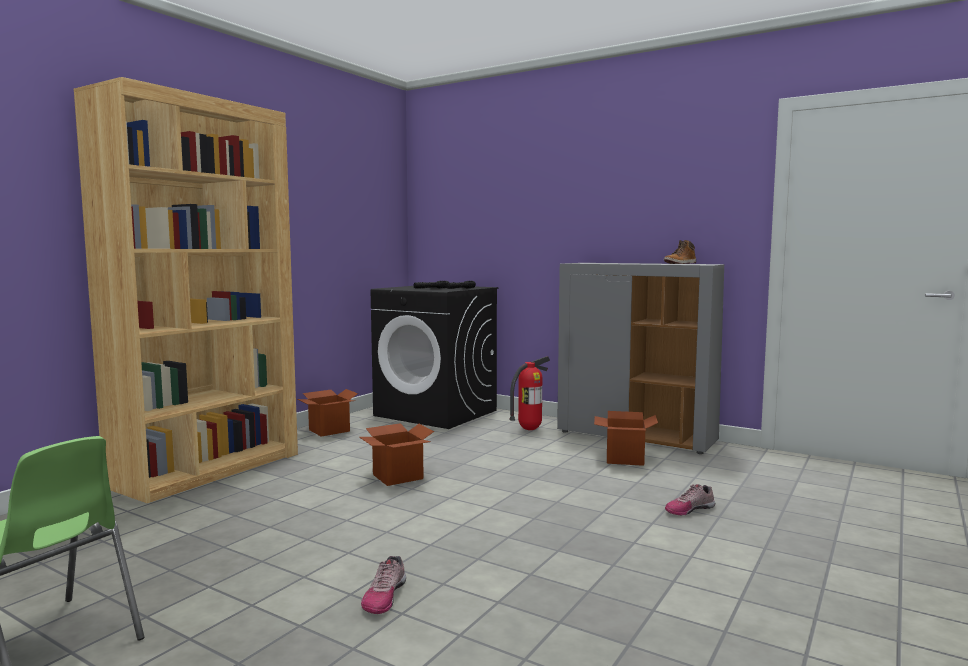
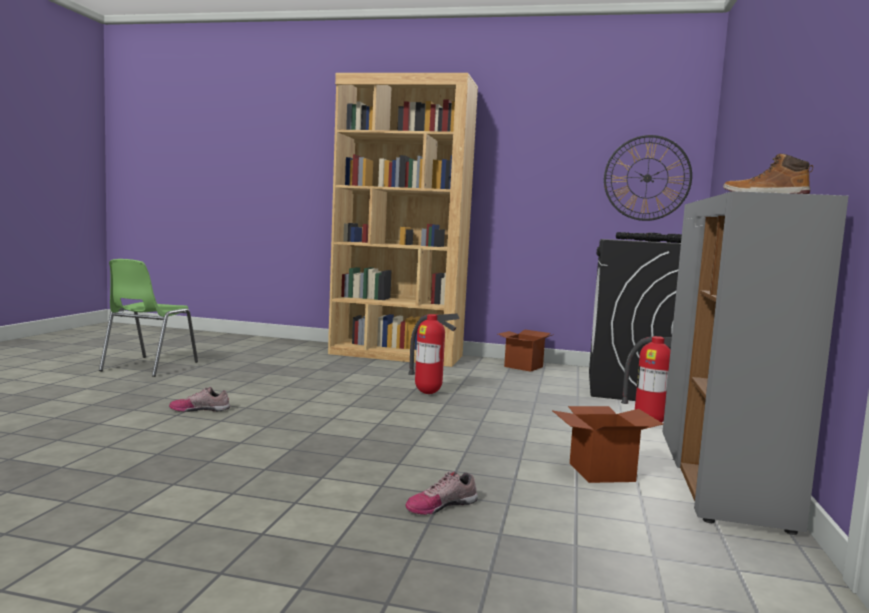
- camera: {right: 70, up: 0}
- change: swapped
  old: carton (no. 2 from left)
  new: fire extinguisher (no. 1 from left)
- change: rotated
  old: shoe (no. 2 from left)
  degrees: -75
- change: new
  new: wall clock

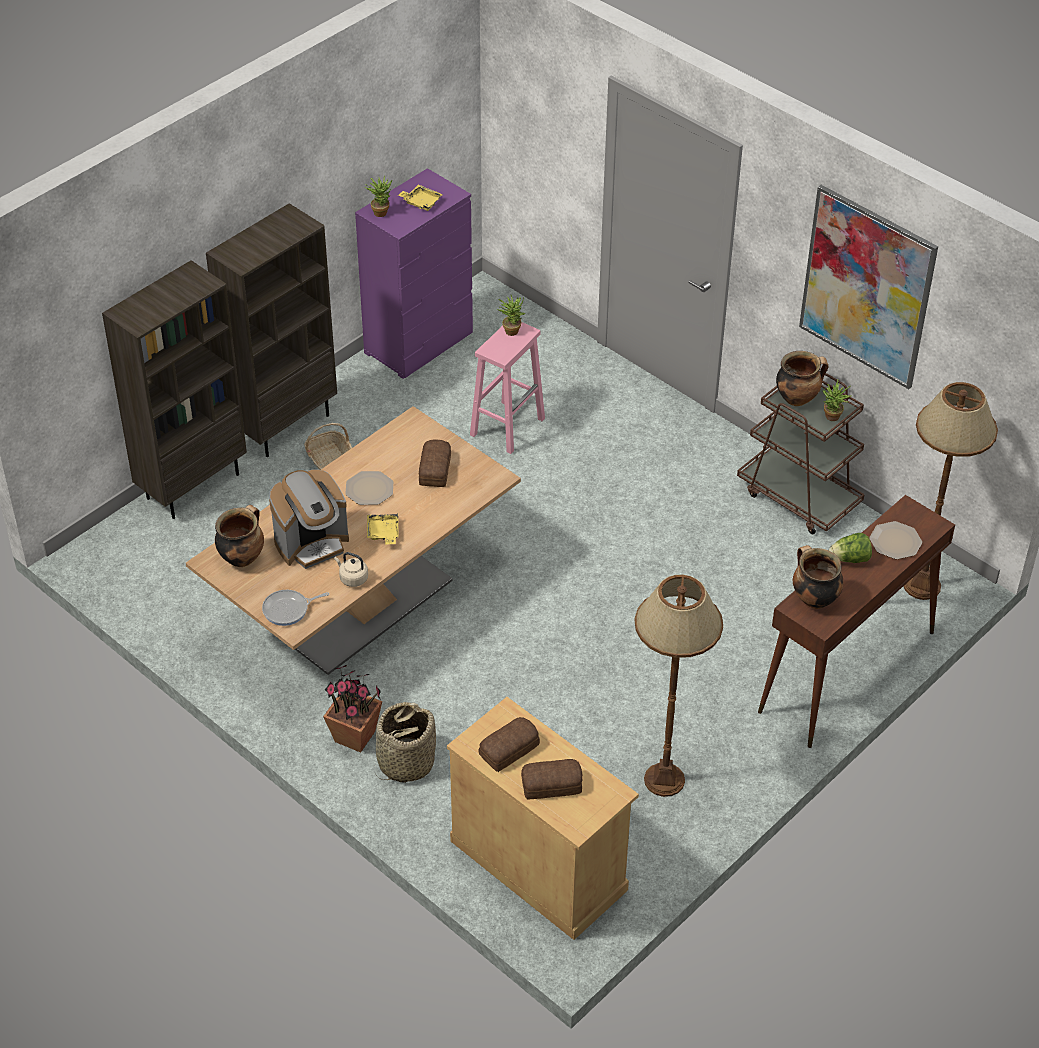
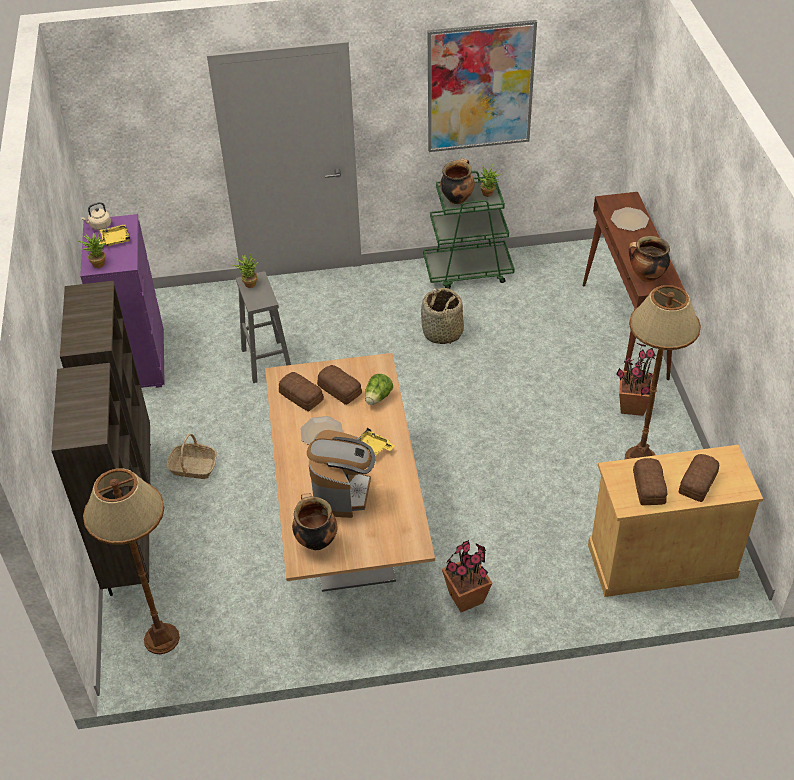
- camera: {right: -50, up: 0}
- change: gone
  old: skillet
- change: shifted
  old: water kettle in beige
- change: shifted
  old: storage basket (no. 2 from left)
- change: repainted
  old: stool seat in pinkish
  new: stool seat in grey
- change: repainted
  old: trolley in brown-coloured
  new: trolley in green
- change: shifted
  old: head of lettuce
- change: shifted
  old: standing lamp in brown-coloured (no. 2 from left in the first image)
  new: standing lamp in brown-coloured (no. 1 from left)
- change: new
  new: bread (no. 1 from left)
- change: new
  new: potted plant (no. 5 from left)

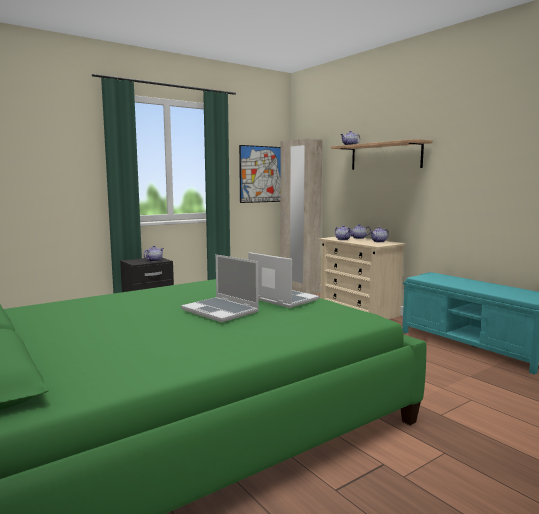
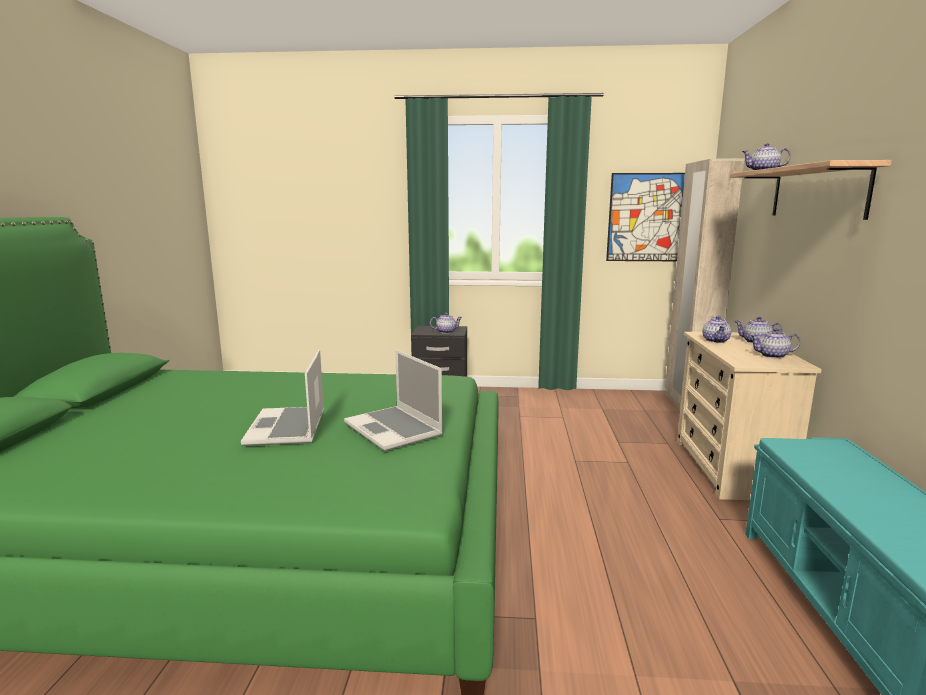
- camera: {right: 40, up: 5}
- change: rotated
  old: portable computer (no. 2 from left)
  degrees: 150

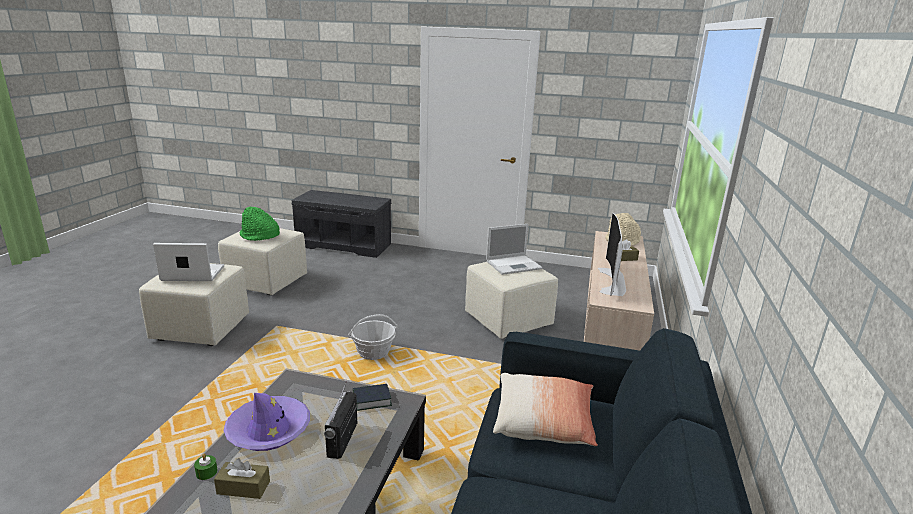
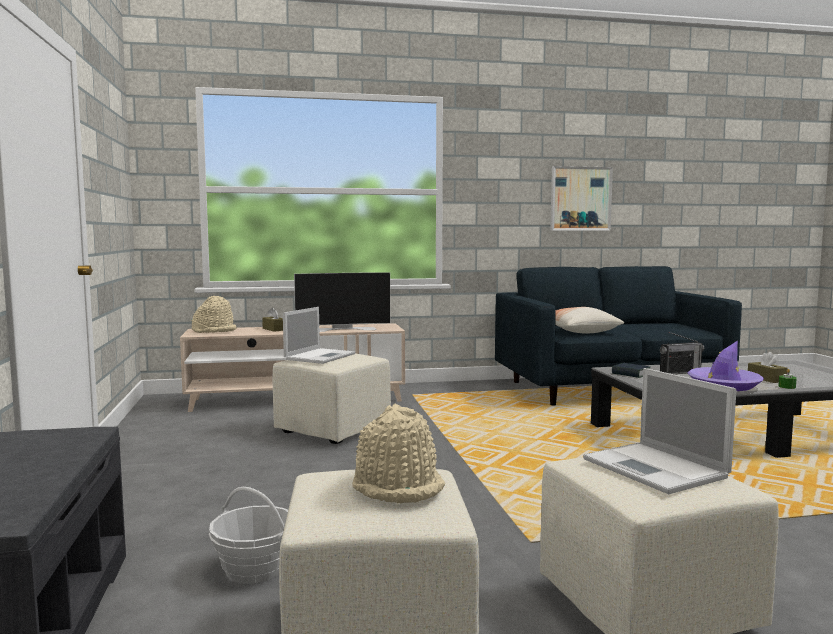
- camera: {right: -115, up: -15}
- change: repainted
  old: hat in green
  new: hat in beige (no. 2 from left)
- change: shifted
  old: storage basket
- change: rotated
  old: portable computer (no. 2 from left in the first image)
  degrees: 75
- change: new
  new: wall art

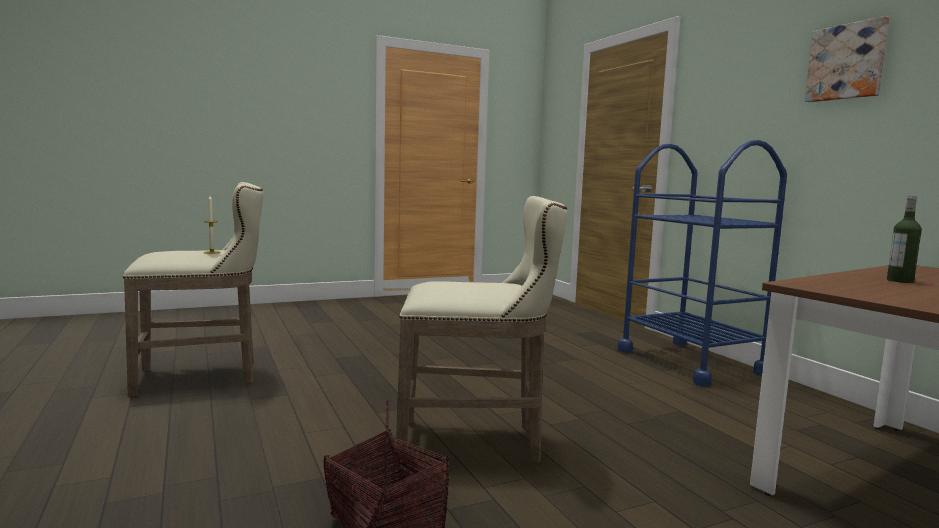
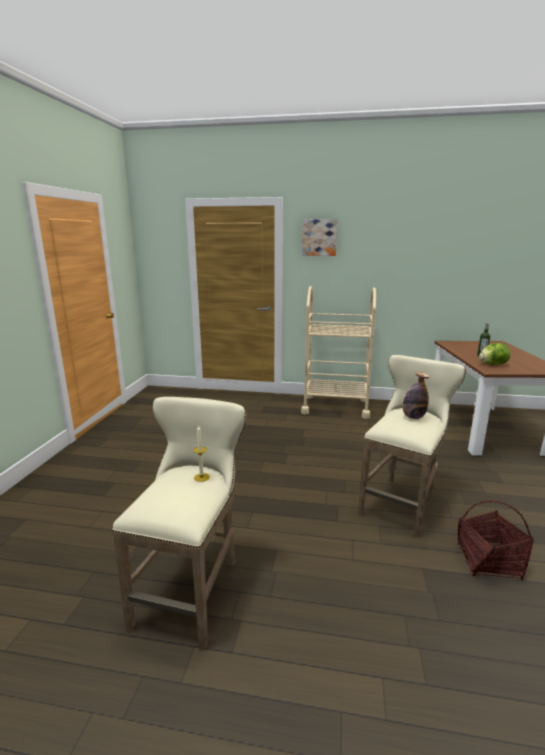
- camera: {right: -55, up: 10}
- change: repainted
  old: trolley in blue-coloured
  new: trolley in beige
- change: shifted
  old: wall art
- change: new
  new: drink bottle (no. 1 from left)
- change: new
  new: head of lettuce

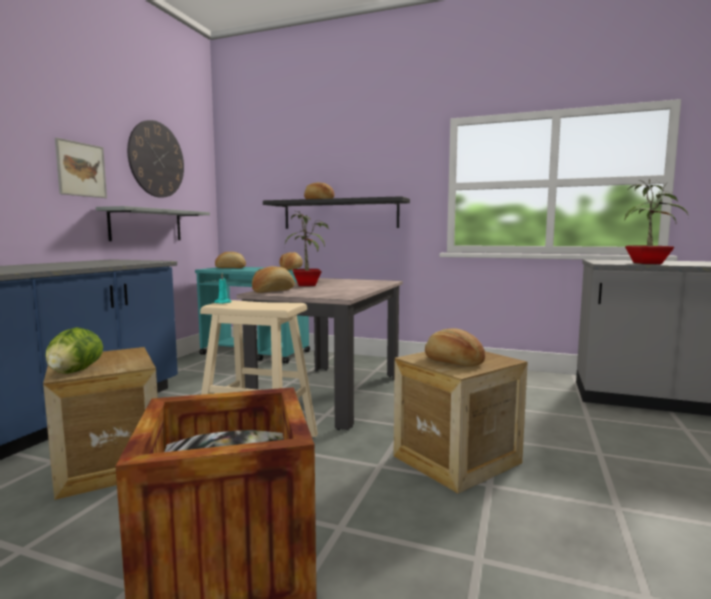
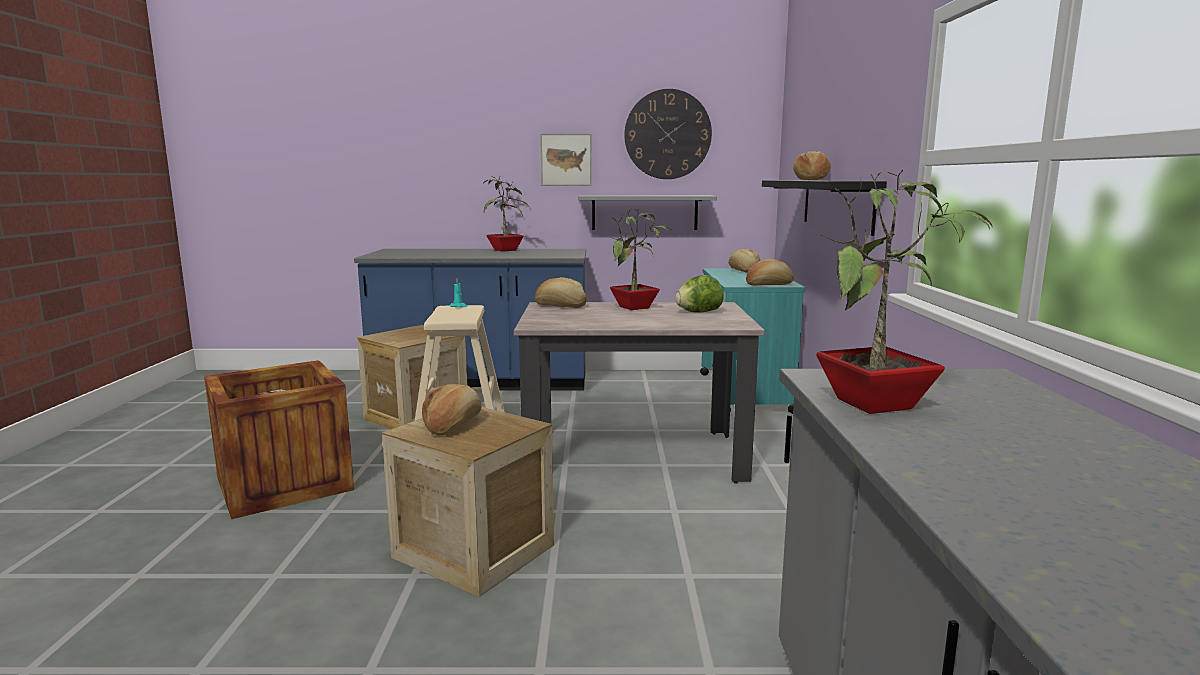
- camera: {right: 70, up: 5}
- change: shifted
  old: head of lettuce
- change: new
  new: potted plant (no. 1 from left)

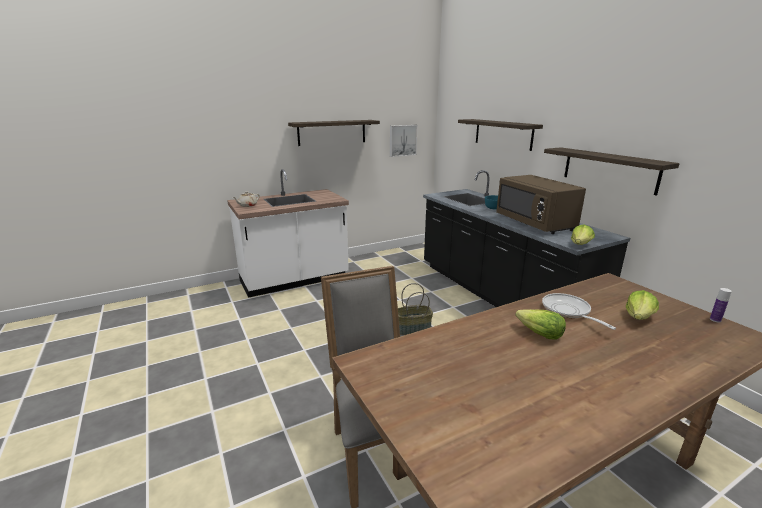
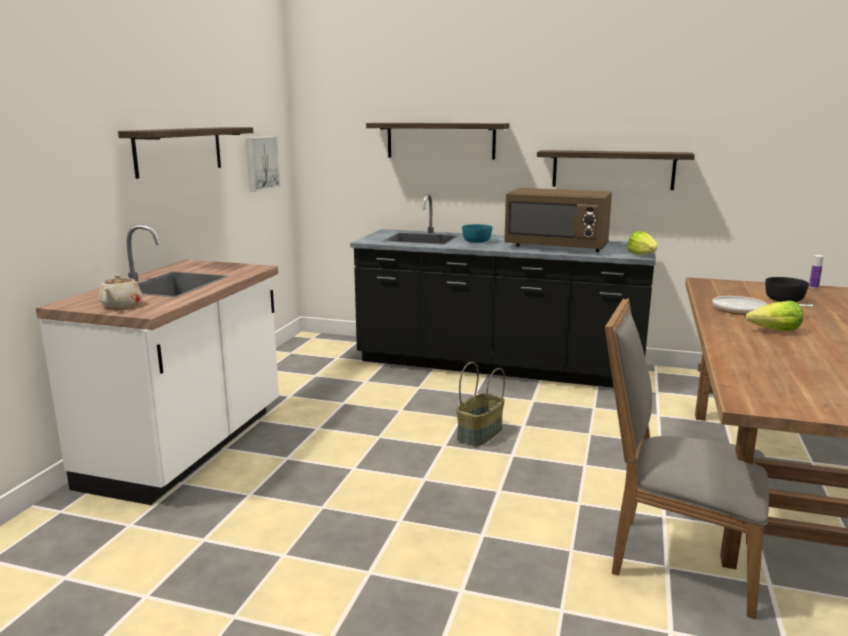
- camera: {right: -45, up: -5}
- change: swapped
  old: head of lettuce (no. 3 from left)
  new: serving bowl in black

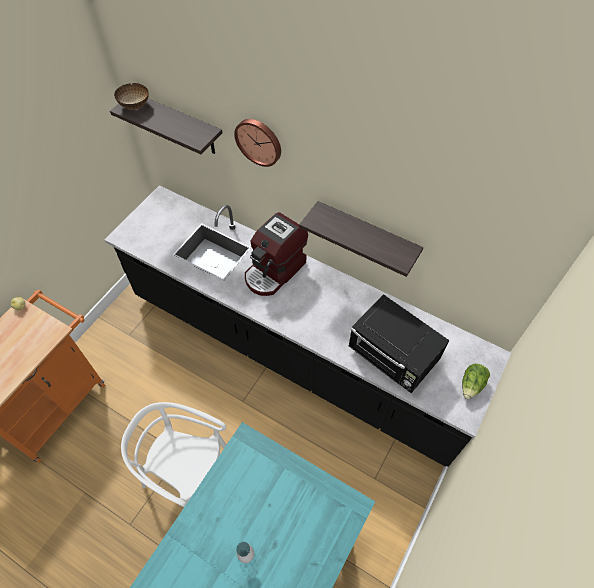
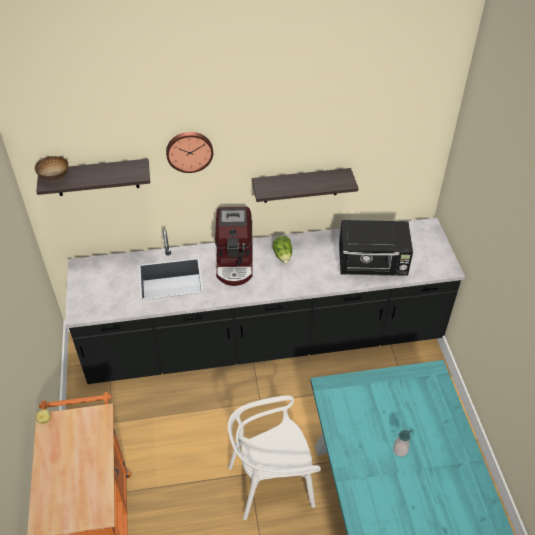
- camera: {right: -40, up: -10}
- change: shifted
  old: head of lettuce

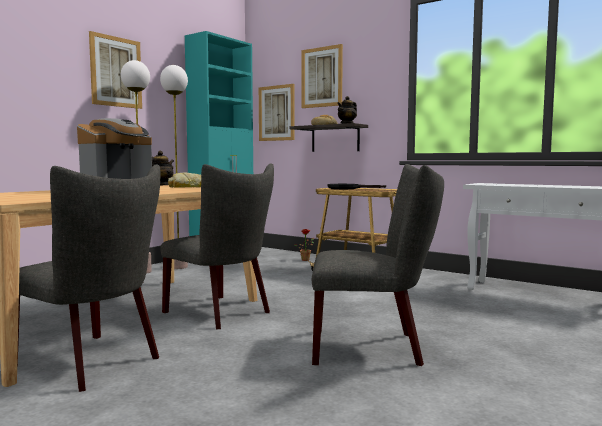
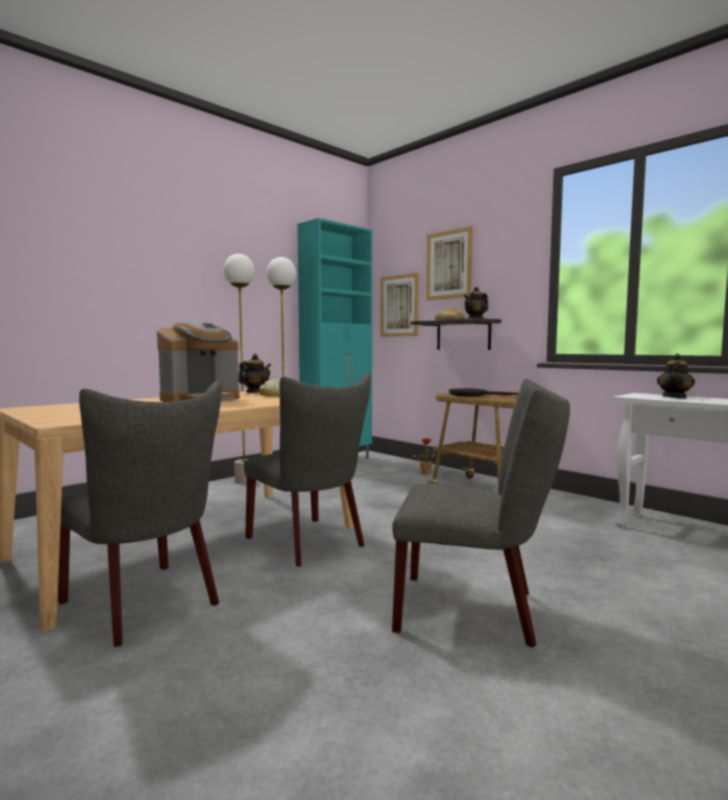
- camera: {right: 10, up: 0}
- change: gone
  old: wall art (no. 1 from left)
- change: new
  new: tea pot (no. 3 from left)

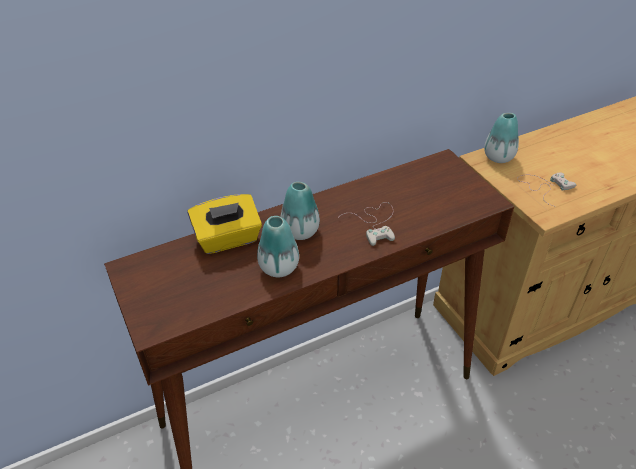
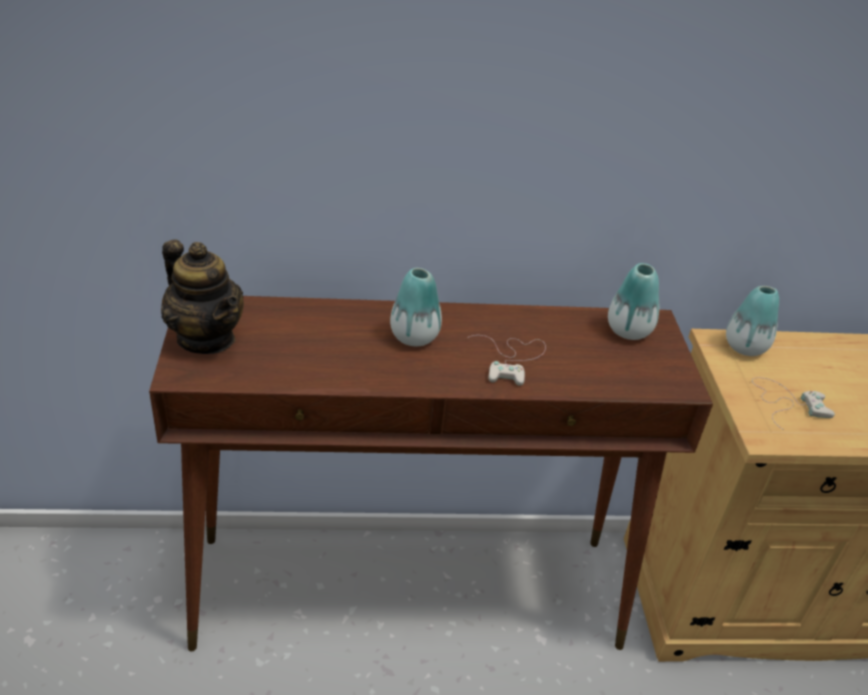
- camera: {right: 20, up: -5}
- change: gone
  old: tissue box in yellow
- change: shifted
  old: flower vase (no. 1 from left in the first image)
  new: flower vase (no. 2 from left)
- change: new
  new: tea pot

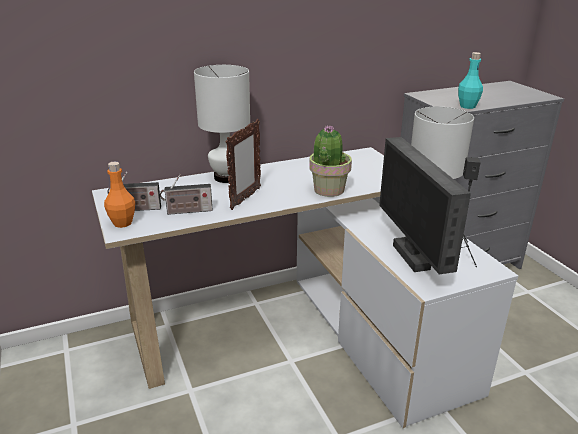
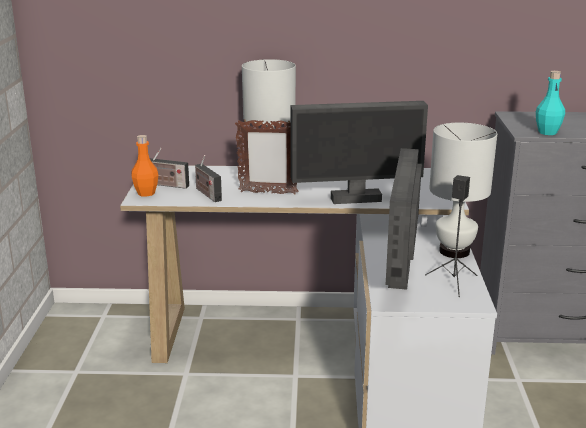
- camera: {right: 25, up: -5}
- change: rotated
  old: radio set (no. 2 from left)
  degrees: 45
- change: rotated
  old: standing frame
  degrees: 45
- change: swapped
  old: potted plant
  new: monitor (no. 1 from left)

